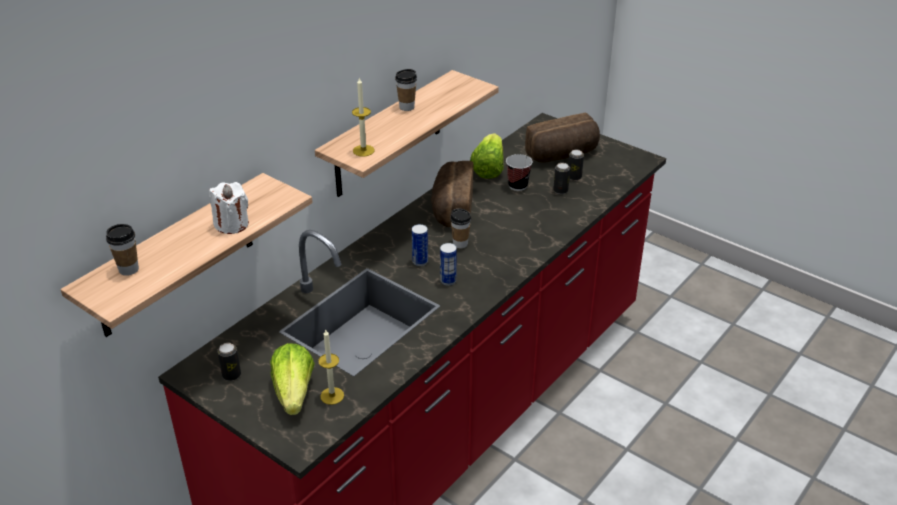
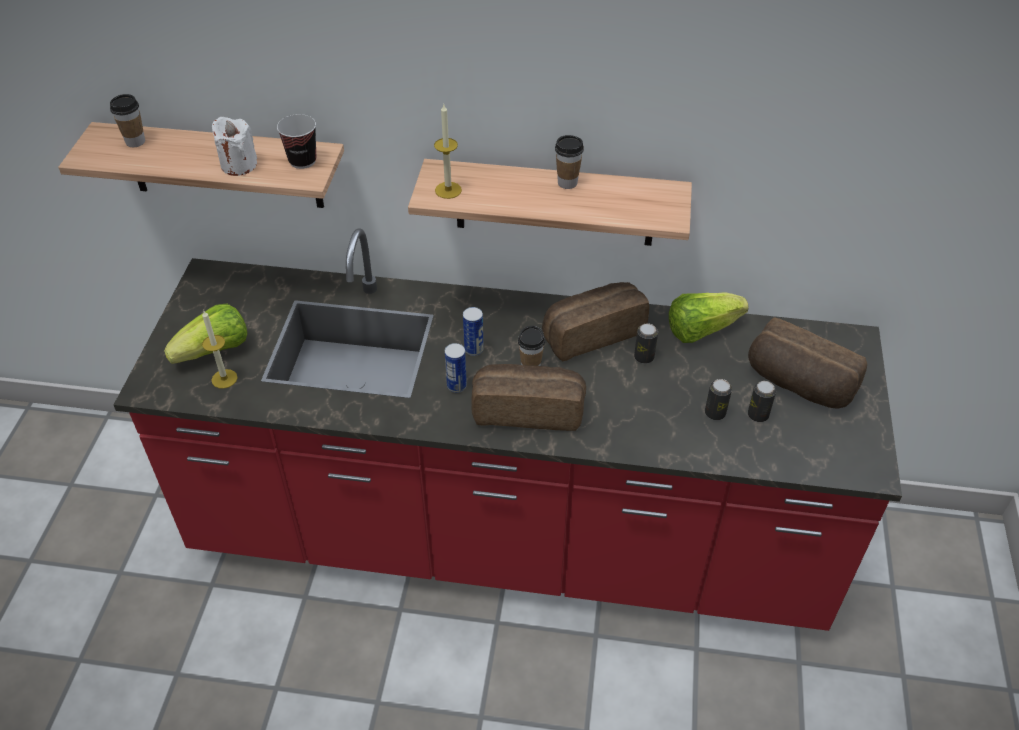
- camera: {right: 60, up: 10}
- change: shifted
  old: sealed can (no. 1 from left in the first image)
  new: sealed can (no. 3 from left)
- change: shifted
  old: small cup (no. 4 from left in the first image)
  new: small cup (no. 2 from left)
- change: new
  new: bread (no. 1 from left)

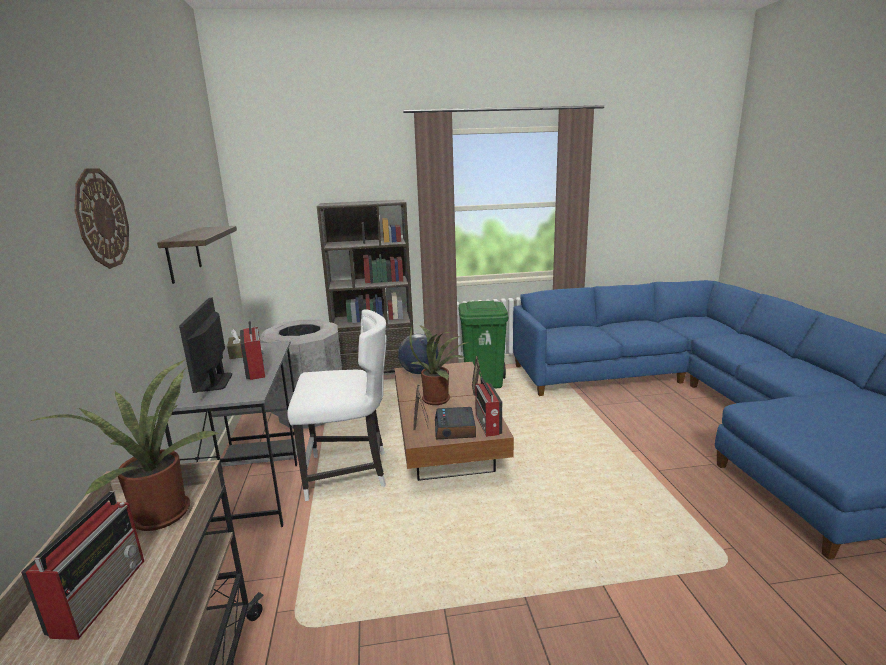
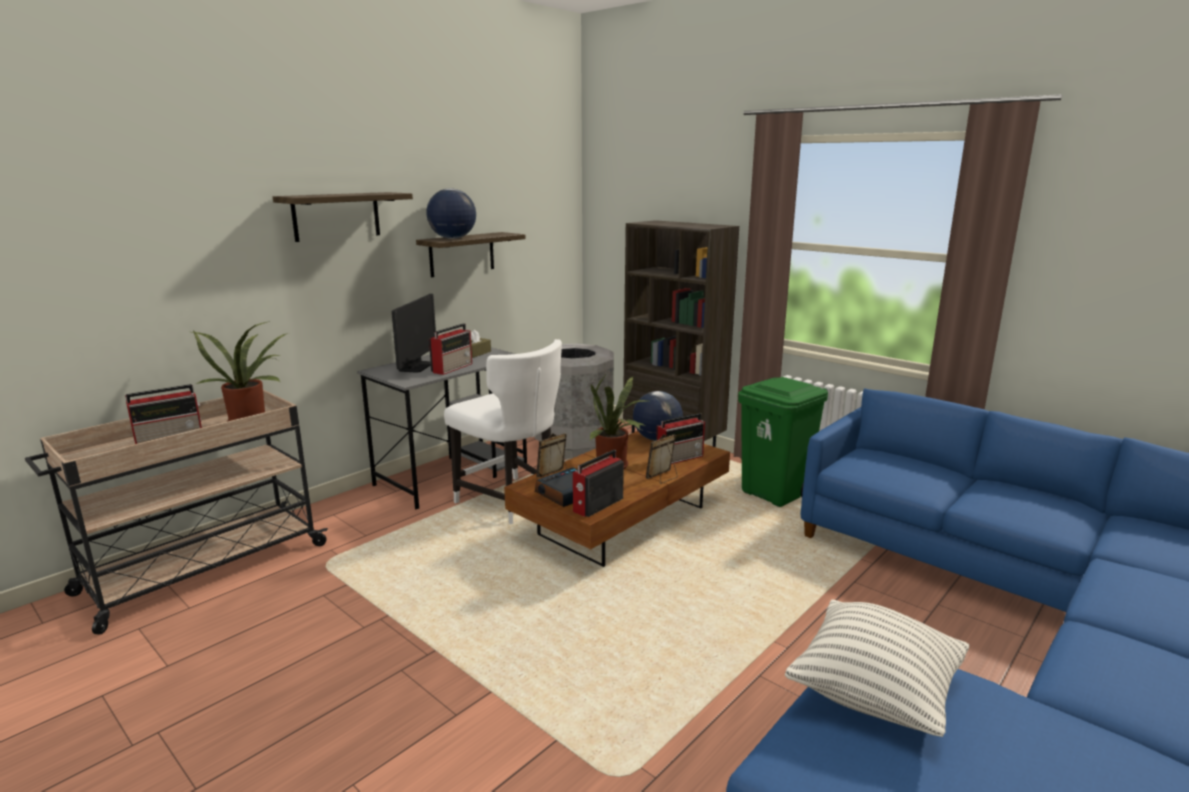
- camera: {right: 50, up: 0}
- change: swapped
  old: wall clock
  new: wall shelf (no. 1 from left)
- change: rotated
  old: monitor
  degrees: 150
- change: new
  new: world globe (no. 1 from left)
- change: new
  new: radio set (no. 4 from left)
- change: new
  new: cushion

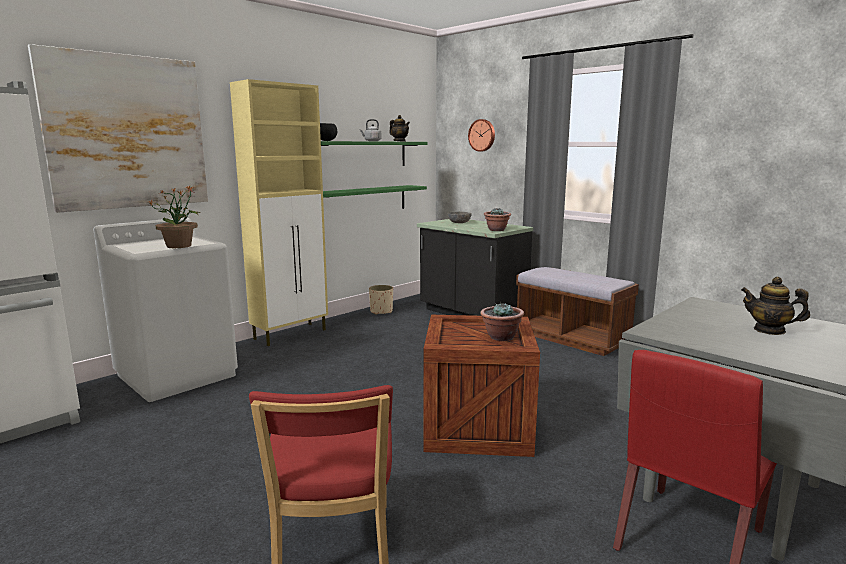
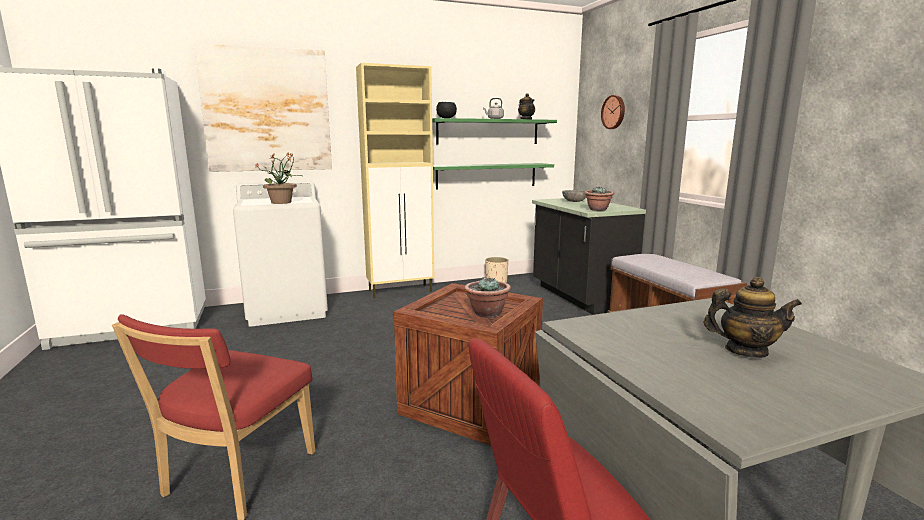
- camera: {right: 25, up: 0}
- change: rotated
  old: tea pot (no. 2 from left)
  degrees: 135

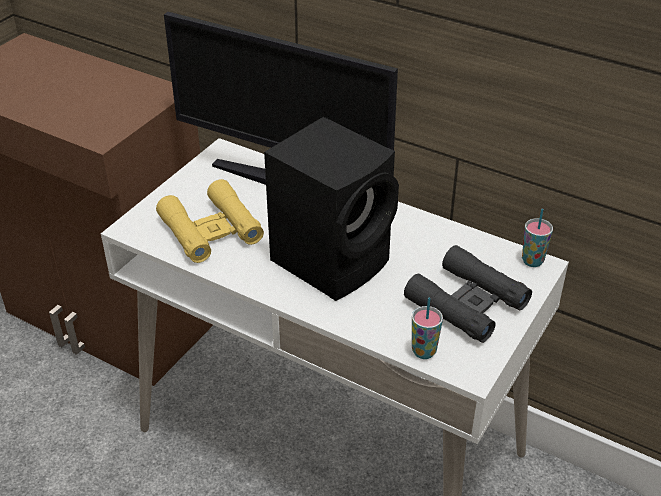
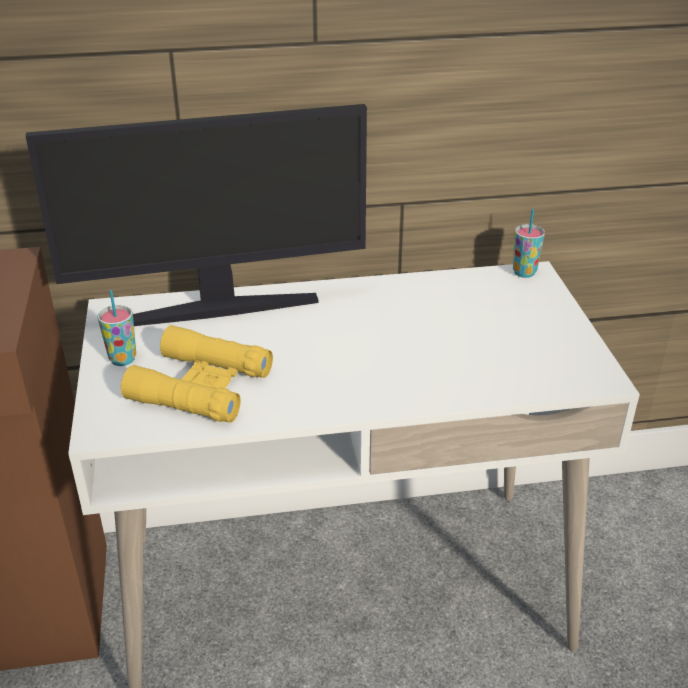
- camera: {right: -40, up: -5}
- change: gone
  old: loudspeaker in black
- change: gone
  old: binoculars in black
- change: shifted
  old: small cup (no. 1 from left)

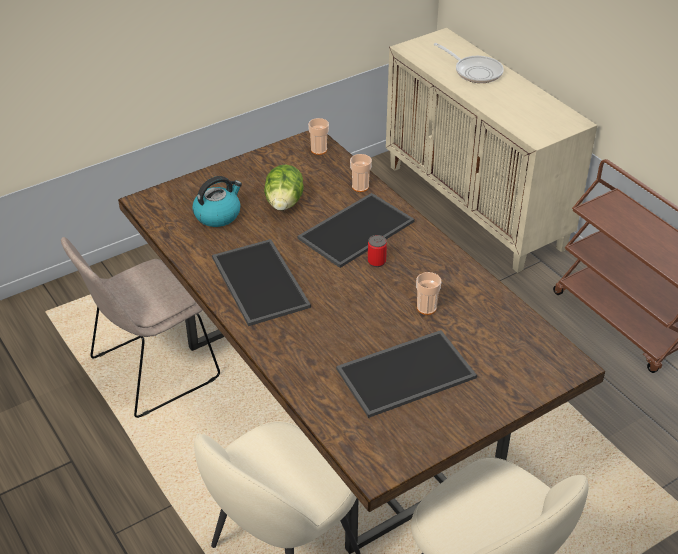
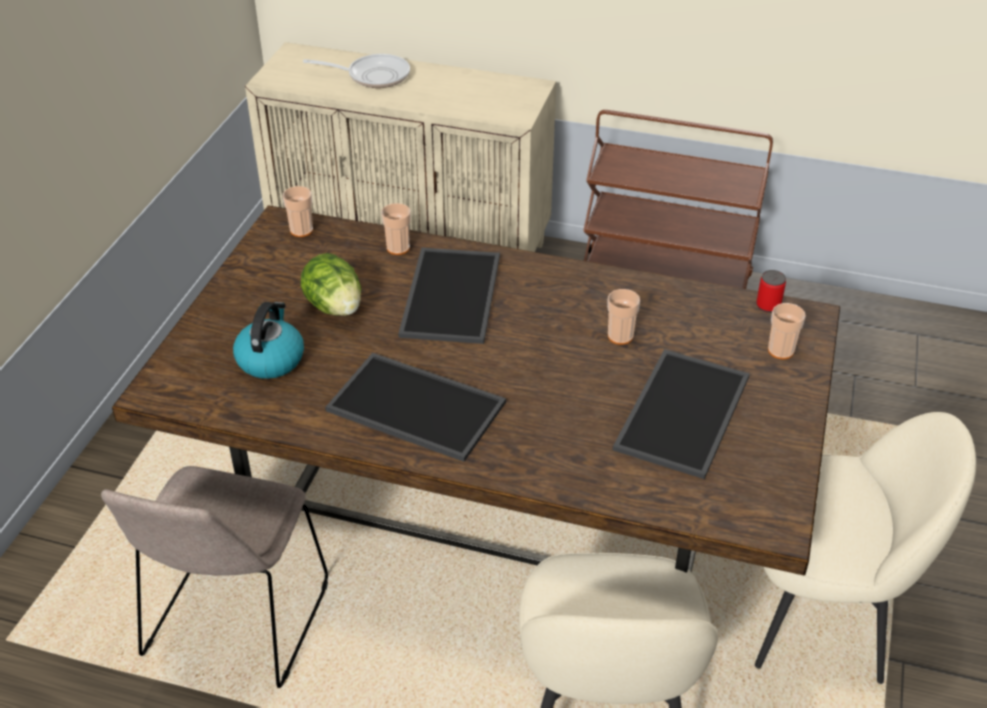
- camera: {right: -40, up: 0}
- change: shifted
  old: sealed can
- change: new
  new: small cup (no. 4 from left)

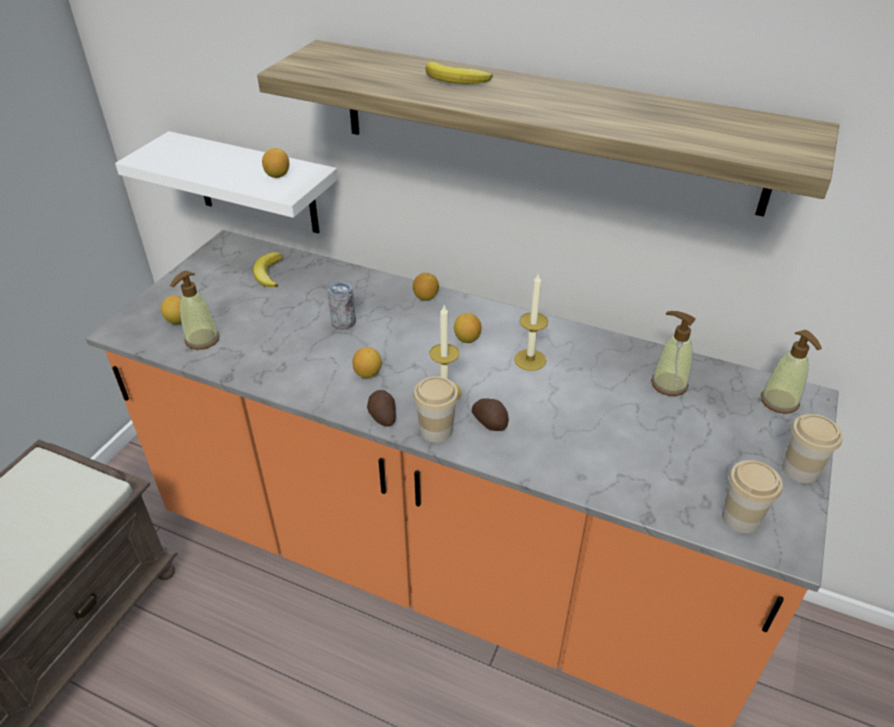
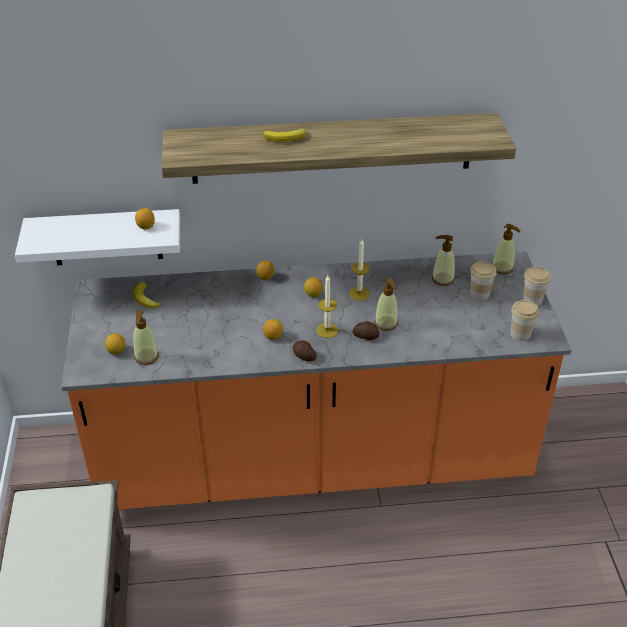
- camera: {right: -30, up: 0}
- change: gone
  old: sealed can
- change: shifted
  old: small cup (no. 1 from left)
- change: new
  new: liquid soap bottle (no. 2 from left)

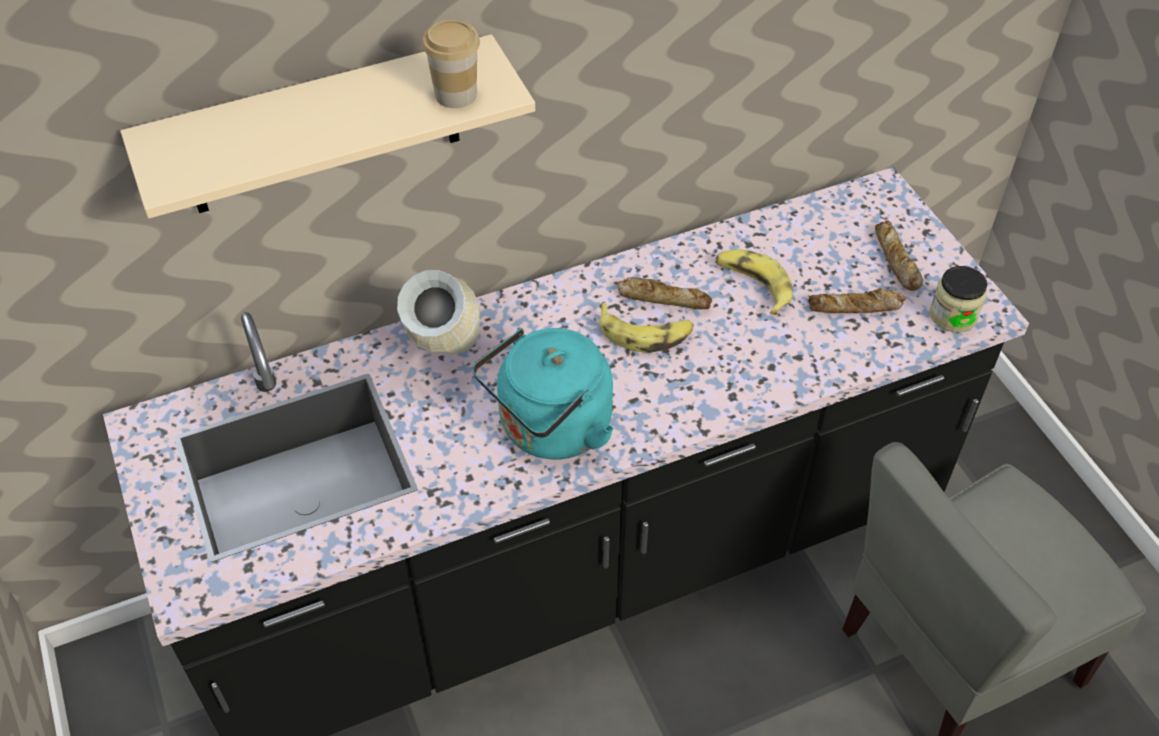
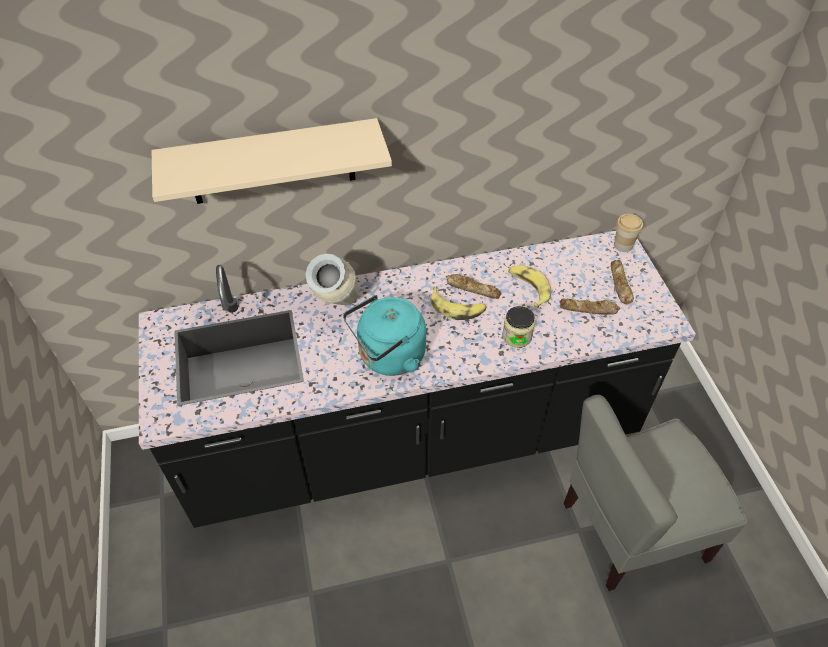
- camera: {right: 10, up: 0}
- change: shifted
  old: small cup
- change: shifted
  old: storage jar

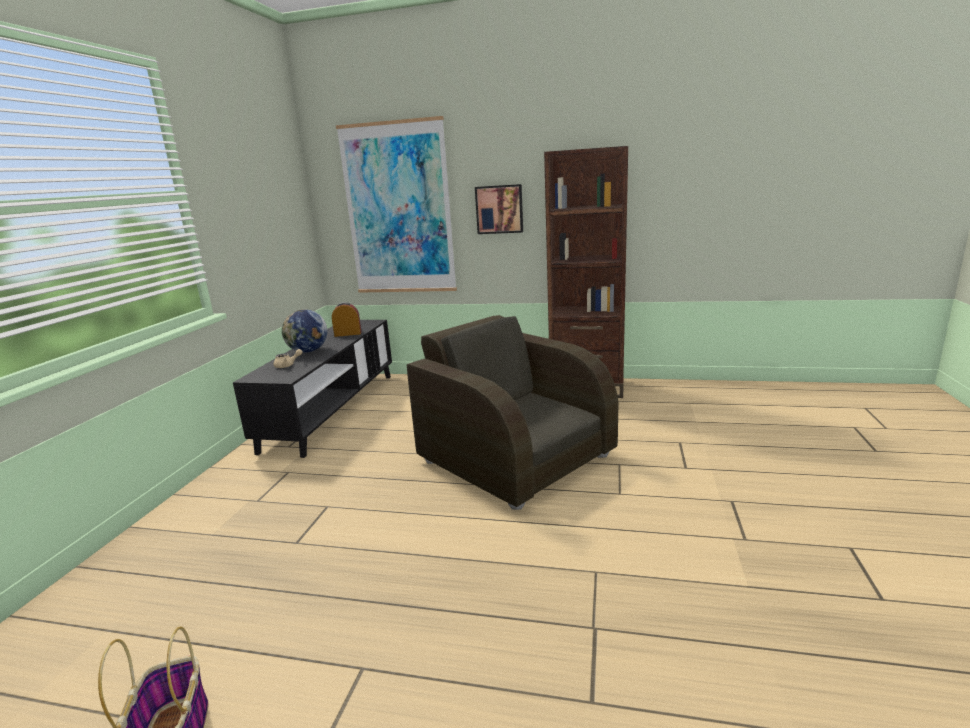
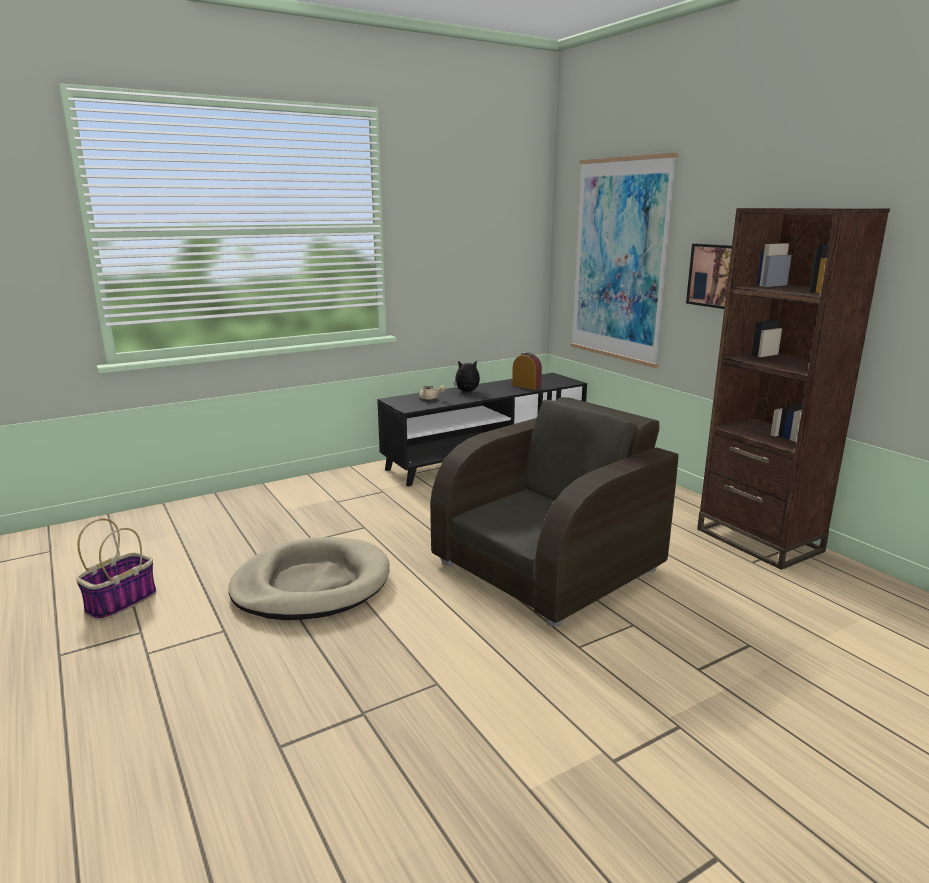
- camera: {right: 45, up: 0}
- change: swapped
  old: world globe
  new: soft toy
- change: rotated
  old: easy chair in brown-coloured
  degrees: 45
- change: new
  new: dog bed in beige

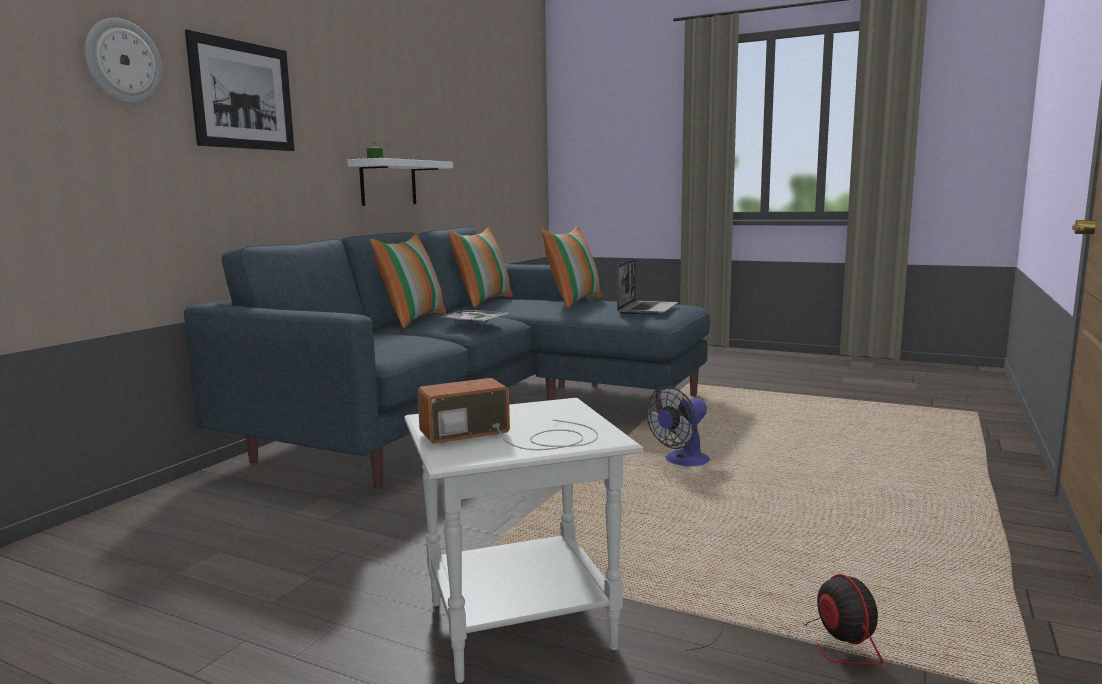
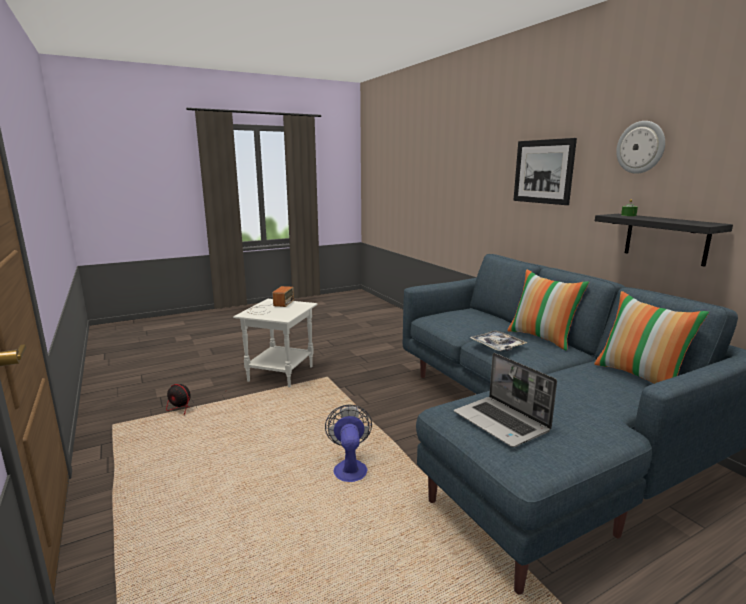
- camera: {right: 125, up: 5}
- change: shifted
  old: wall clock
- change: repainted
  old: wall shelf in white
  new: wall shelf in black
- change: gone
  old: cushion (no. 3 from left)

